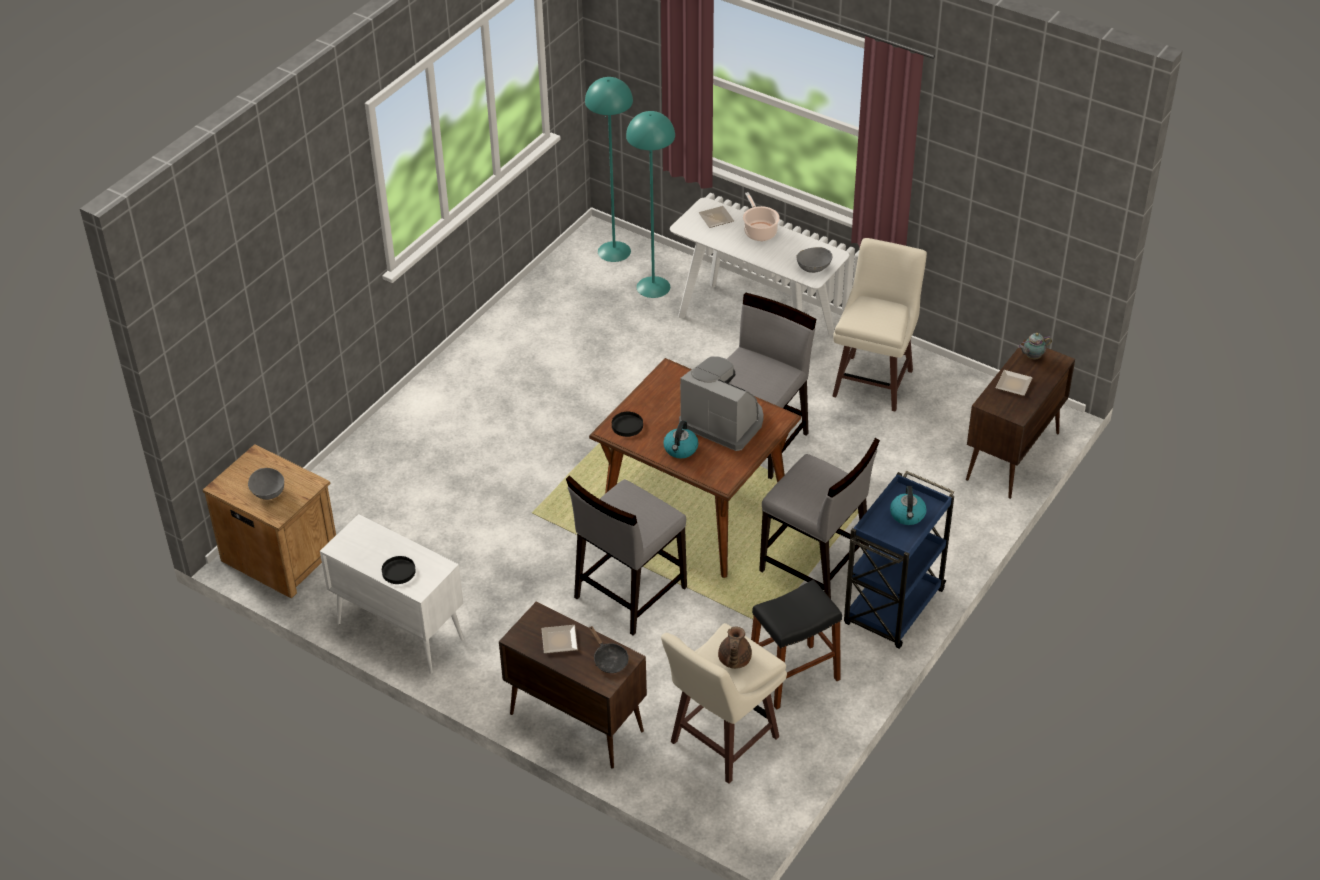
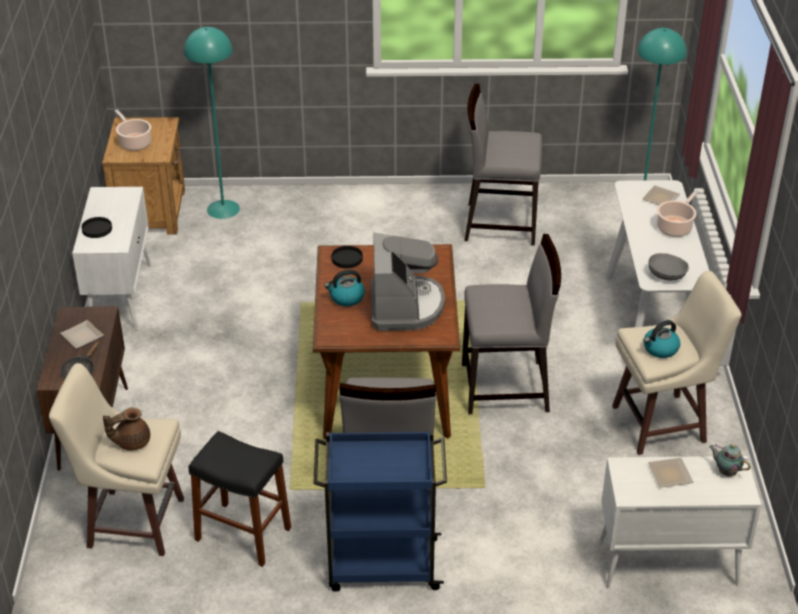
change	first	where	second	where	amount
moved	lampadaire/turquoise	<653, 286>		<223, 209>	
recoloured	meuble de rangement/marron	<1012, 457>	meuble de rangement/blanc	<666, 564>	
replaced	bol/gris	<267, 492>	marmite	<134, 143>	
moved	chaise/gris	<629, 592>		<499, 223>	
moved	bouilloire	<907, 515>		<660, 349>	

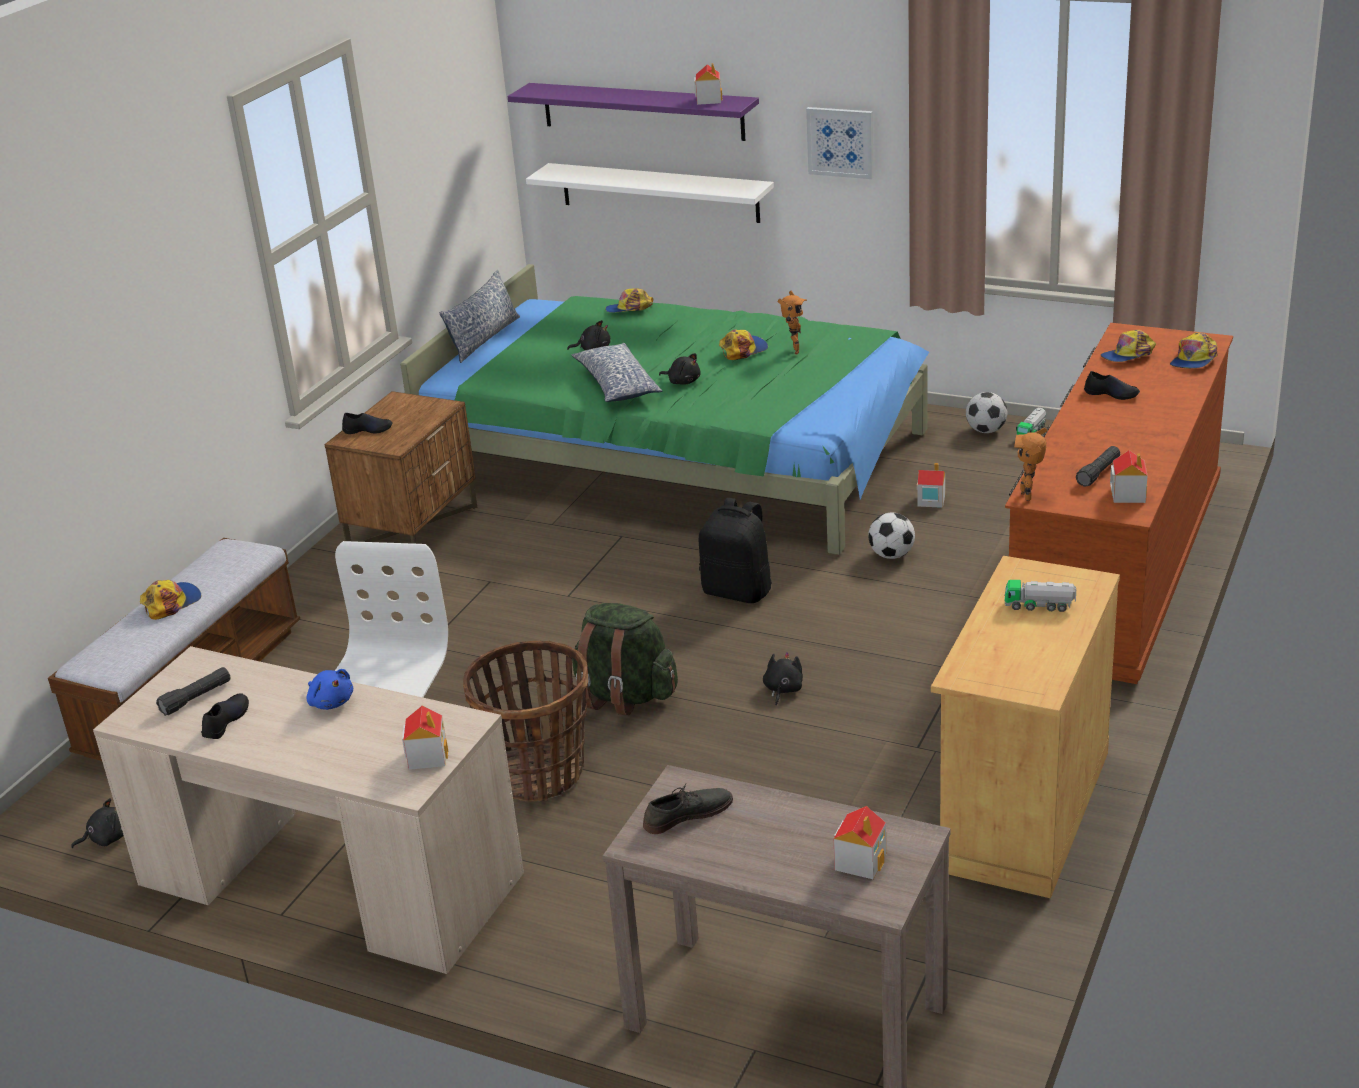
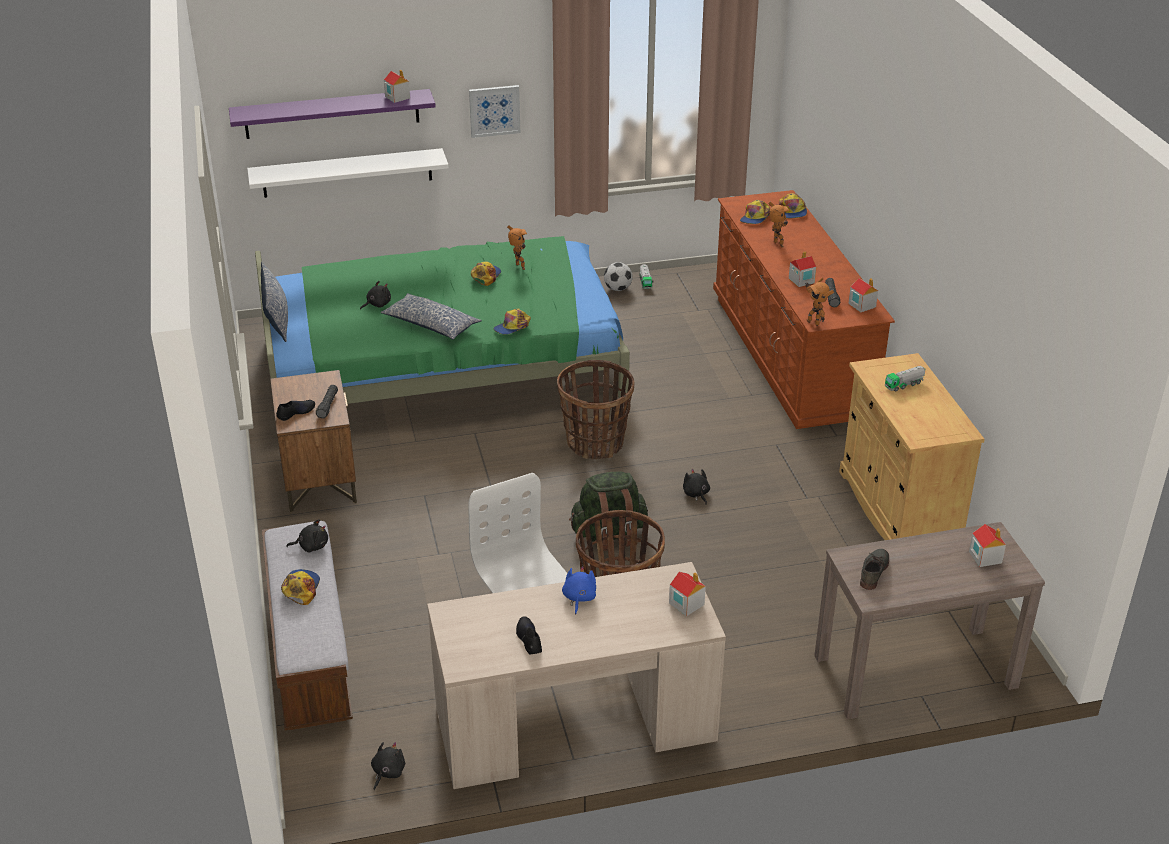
change	first	where	second	where	amount
moved	casquette	<629, 309>		<512, 327>	
moved	peluche/noir	<683, 382>		<311, 546>	
replaced	chaussure/noir	<1111, 394>	robot jouet	<777, 245>	
moved	maison miniature	<930, 500>		<801, 280>	
replaced	sac à dos/noir	<738, 591>	panier	<595, 443>	
removed	ballon de foot	<891, 555>			
moved	lampe de poche/noir	<196, 698>		<328, 406>	
turned	peluche/bleu	<331, 702>		<579, 598>	90 degrees counterclockwise

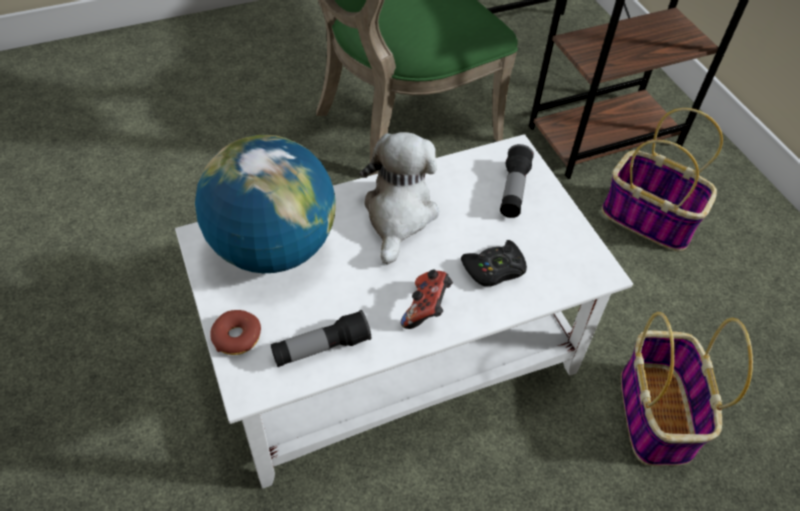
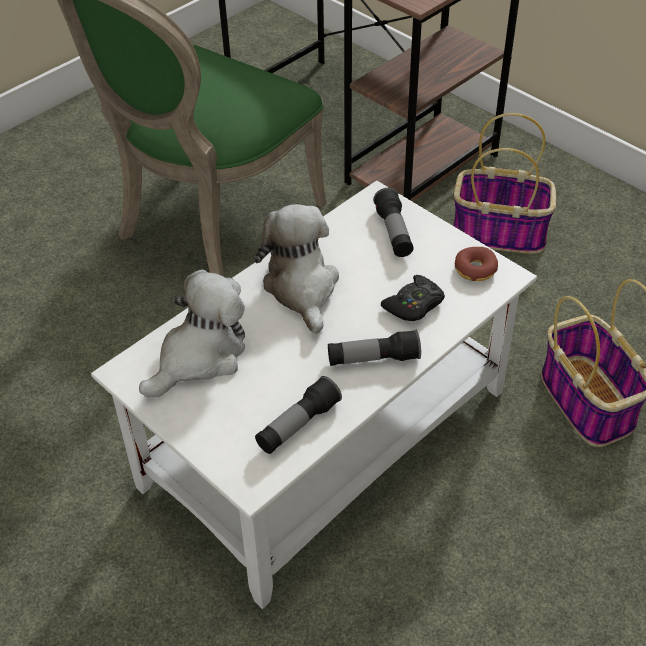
change	first	where	second	where	amount
replaced	globe	<273, 247>	peluche	<200, 356>	
replaced	manette	<426, 309>	lampe de poche	<373, 359>	
moved	beignet	<237, 337>		<475, 269>	

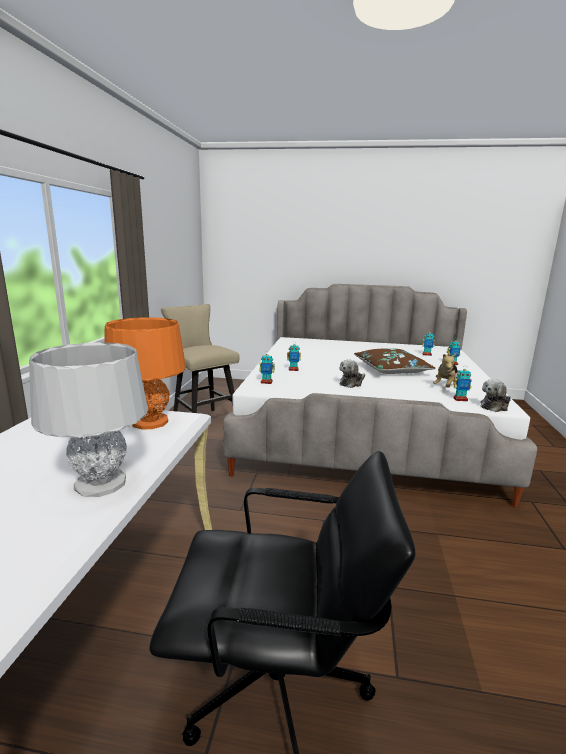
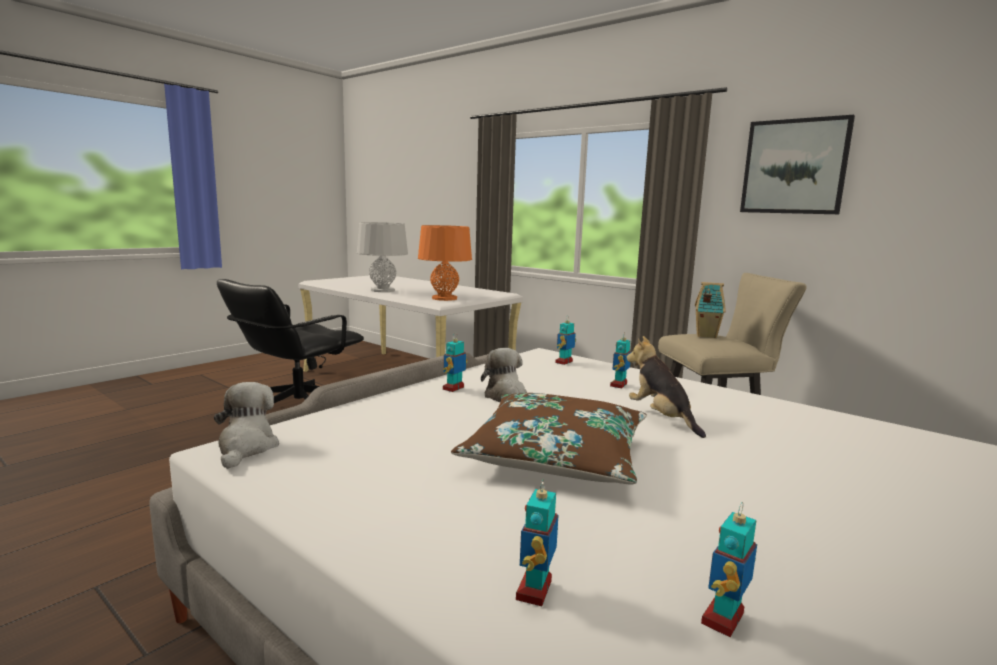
change	first	where	second	where	amount
moved	peluche	<446, 386>		<661, 418>	
moved	robot jouet	<460, 399>		<454, 388>	
added			tableau	<794, 167>	
added			maison miniature	<705, 335>	

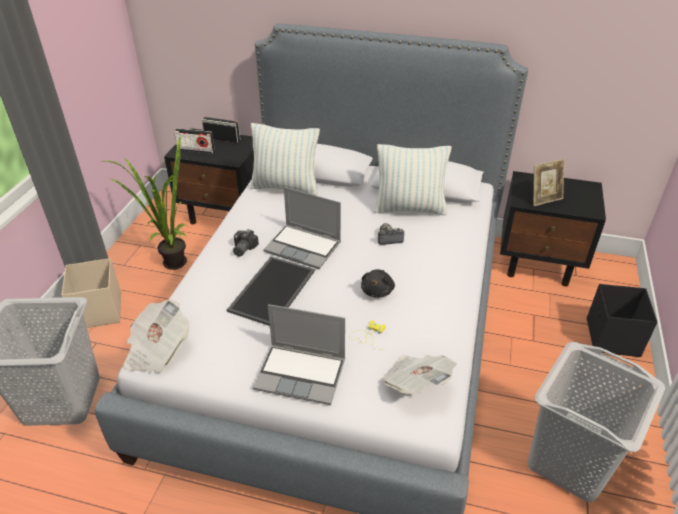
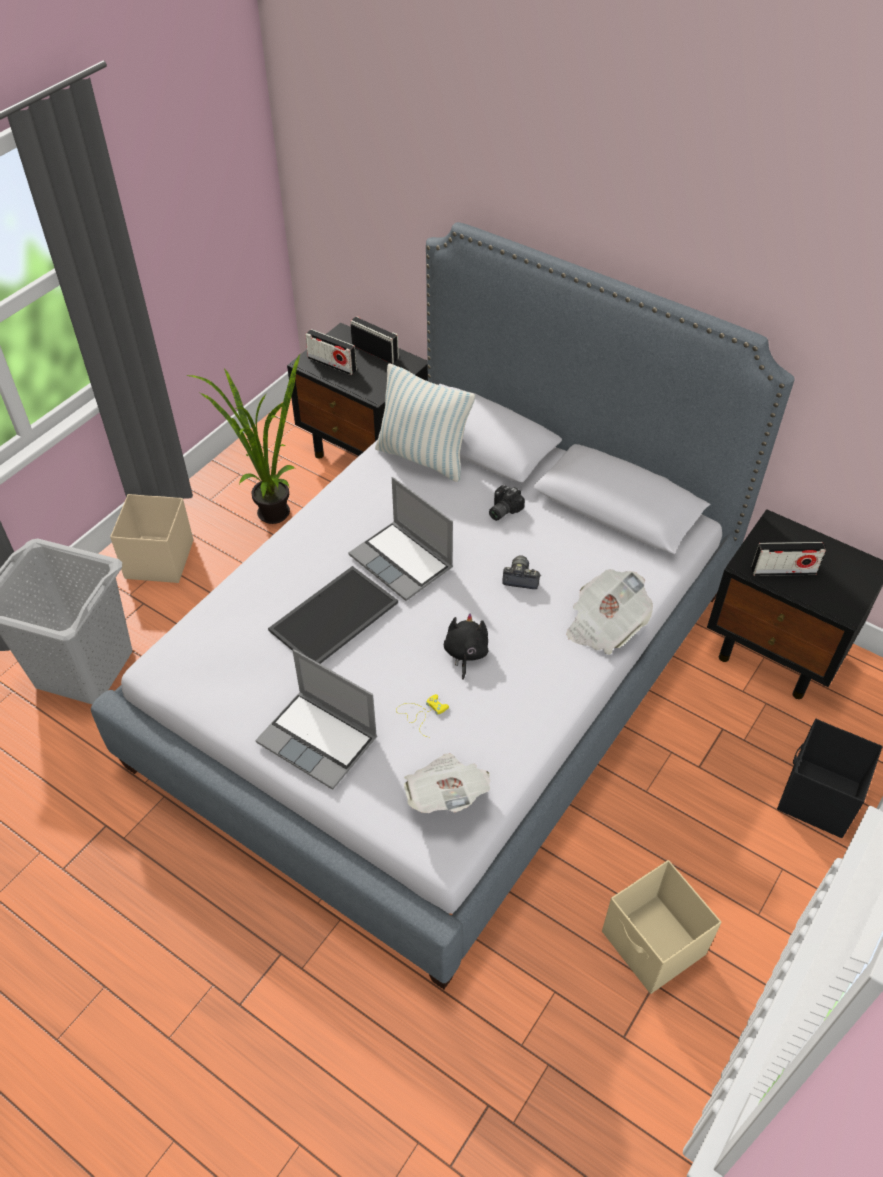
change	first	where	second	where	amount
removed	coussin	<409, 208>			
replaced	cadre photo	<544, 199>	radio	<783, 571>	
moved	appareil photo	<242, 249>		<502, 510>	
turned	peluche/noir	<377, 291>		<465, 653>	150 degrees clockwise
moved	journal	<157, 350>		<604, 625>	
replaced	panier à linge/gris	<571, 461>	boîte de rangement/beige	<653, 945>	

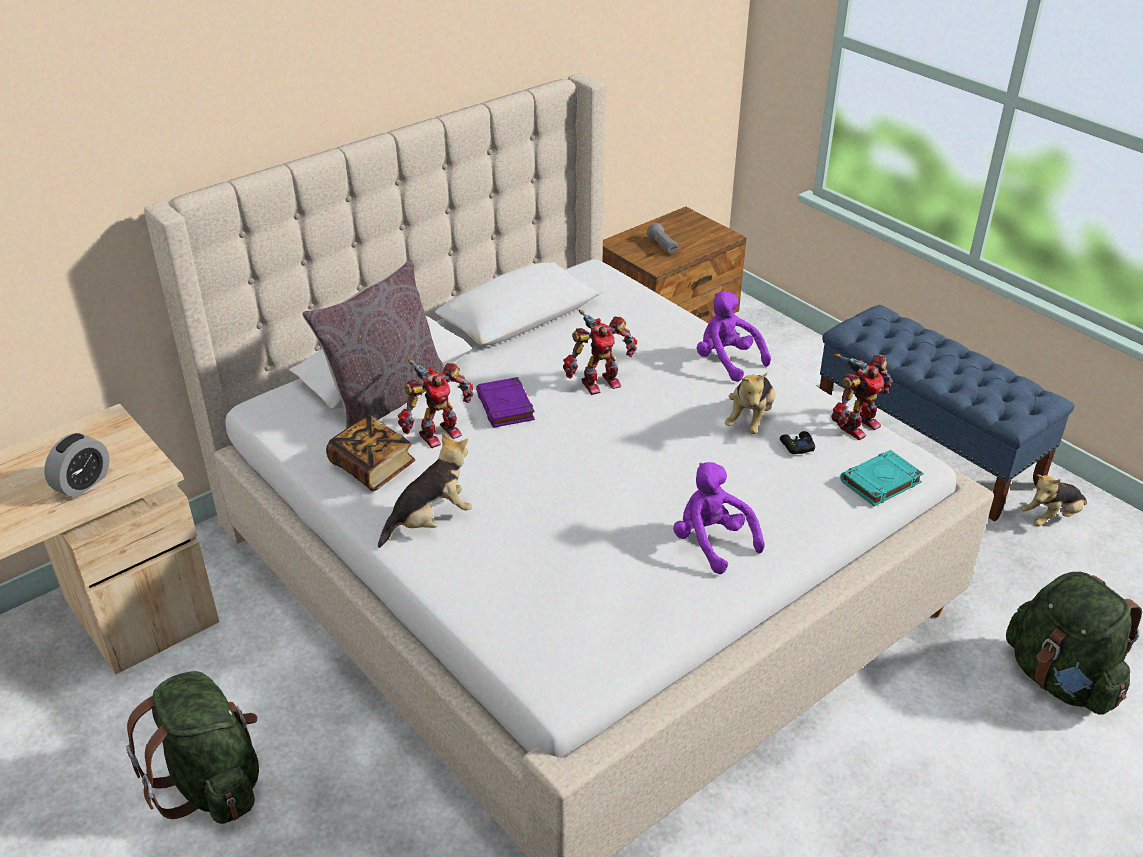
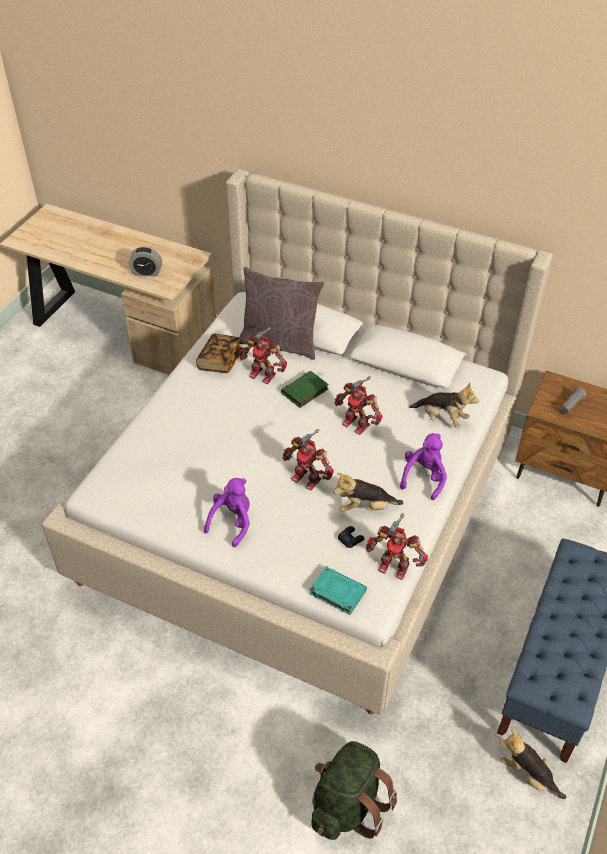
change	first	where	second	where	amount
recoloured	livre/violet	<506, 407>	livre/vert	<304, 391>	
moved	peluche	<430, 521>		<442, 418>	
removed	sac à dos/vert	<212, 782>			
added			robot jouet	<307, 478>	

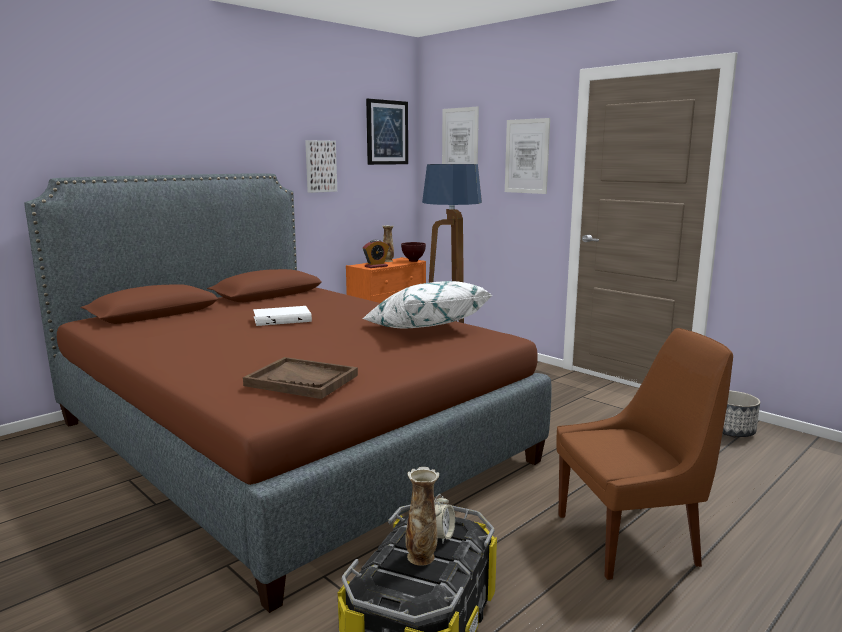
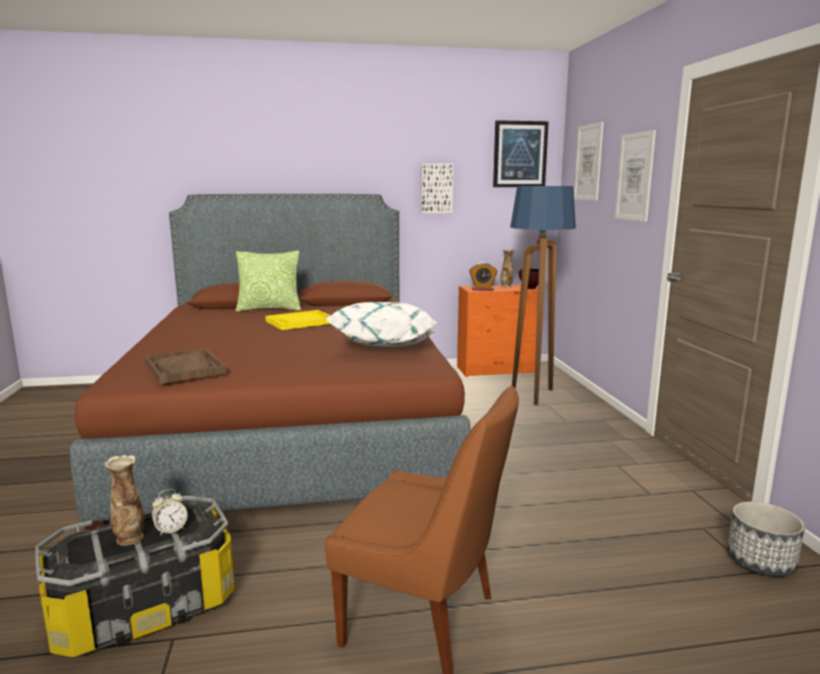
change	first	where	second	where	amount
replaced	livre/blanc	<282, 319>	plateau/jaune	<300, 322>	
added			coussin	<269, 309>	

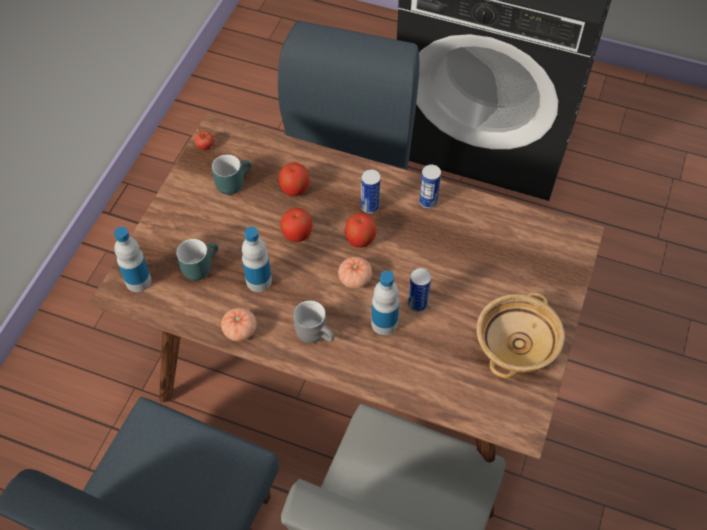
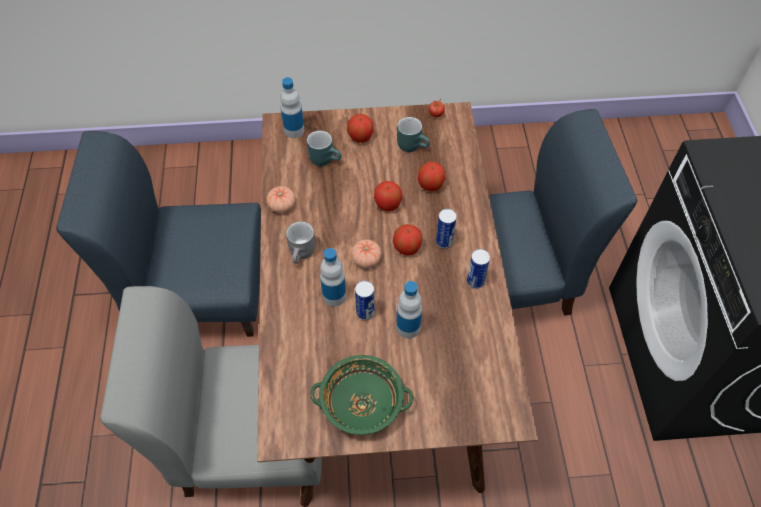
change	first	where	second	where	amount
moved	bouteille	<258, 281>		<408, 327>	
recoloured	bol/beige	<516, 344>	bol/vert	<362, 403>	
added			pomme	<360, 137>	

